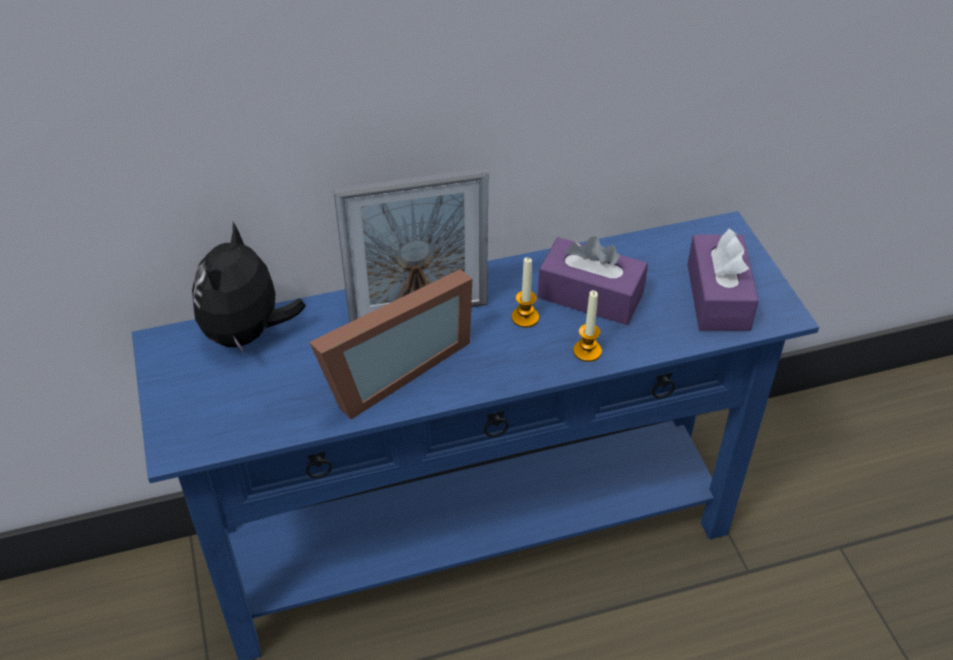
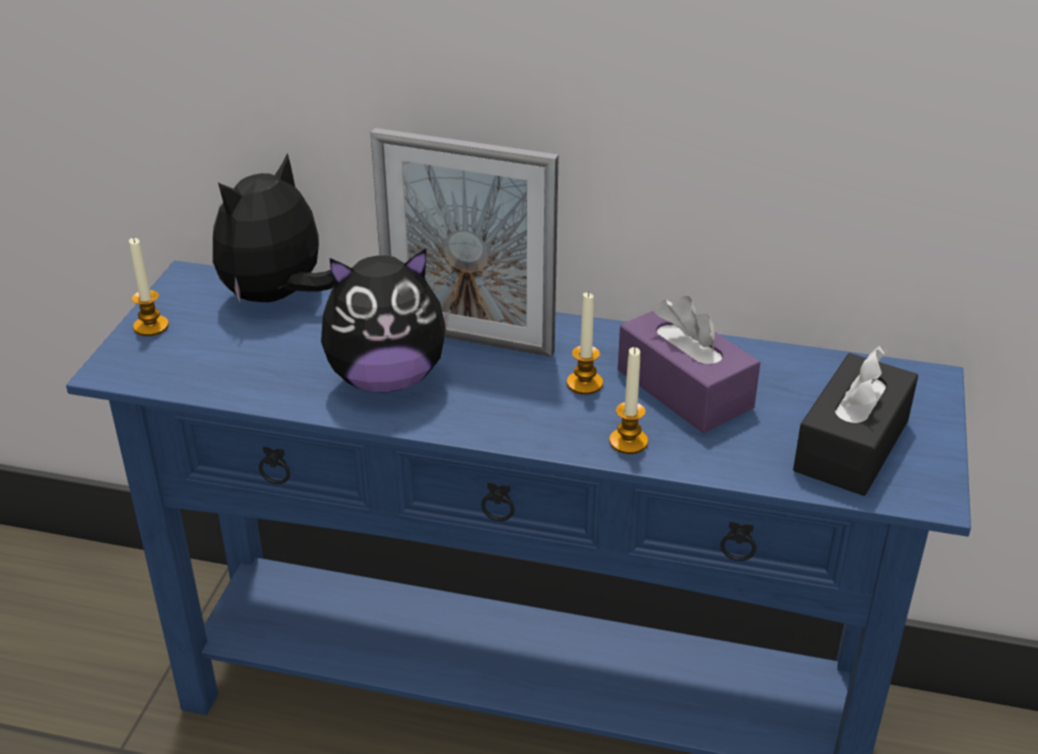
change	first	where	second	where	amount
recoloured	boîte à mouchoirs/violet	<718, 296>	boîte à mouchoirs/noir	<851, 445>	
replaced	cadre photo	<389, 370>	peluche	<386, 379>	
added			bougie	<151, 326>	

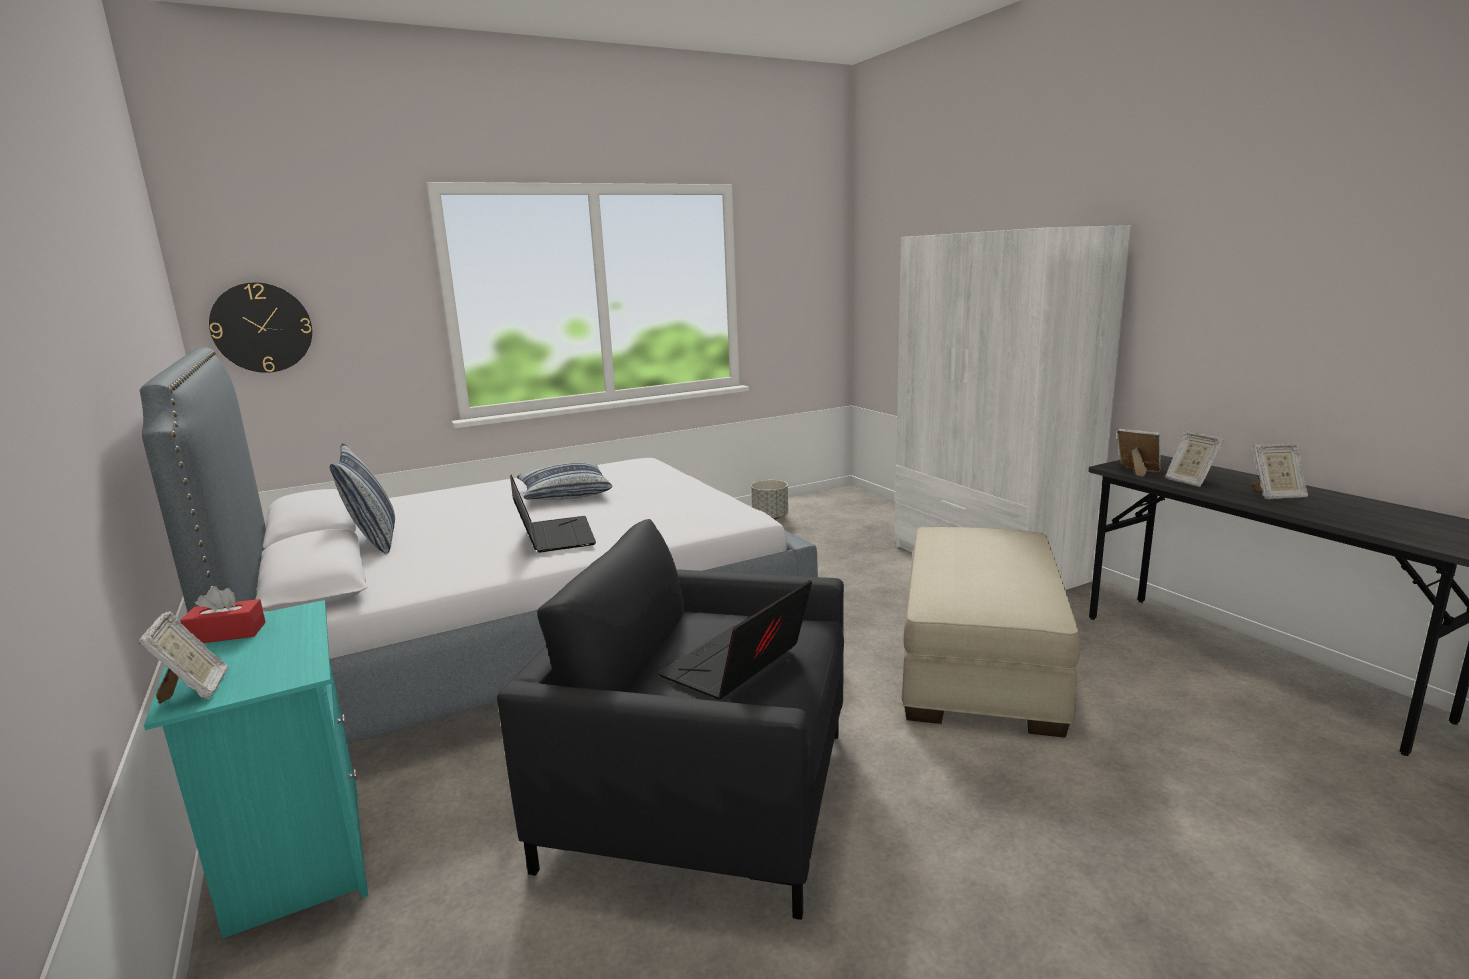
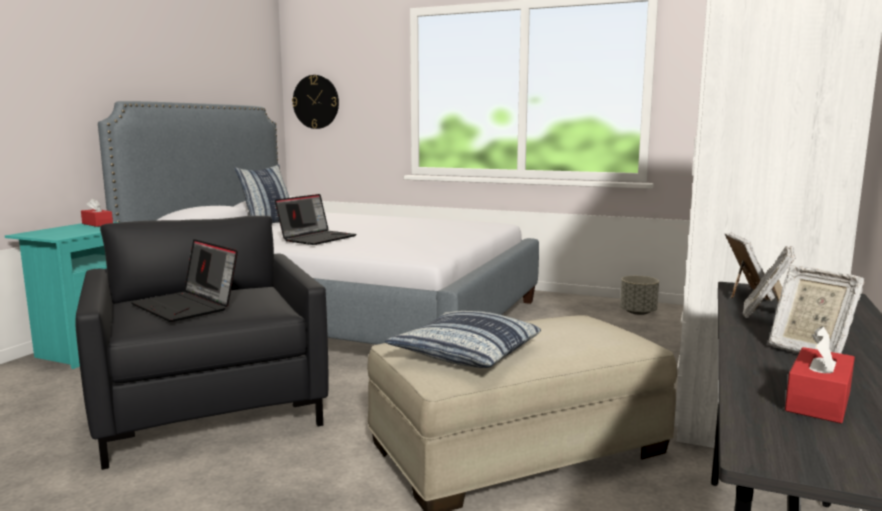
change	first	where	second	where	amount
moved	coussin	<564, 493>		<465, 352>	
turned	ordinateur portable	<736, 667>		<187, 306>	135 degrees counterclockwise
removed	cadre photo	<194, 690>			
added			boîte à mouchoirs/rouge	<818, 401>	

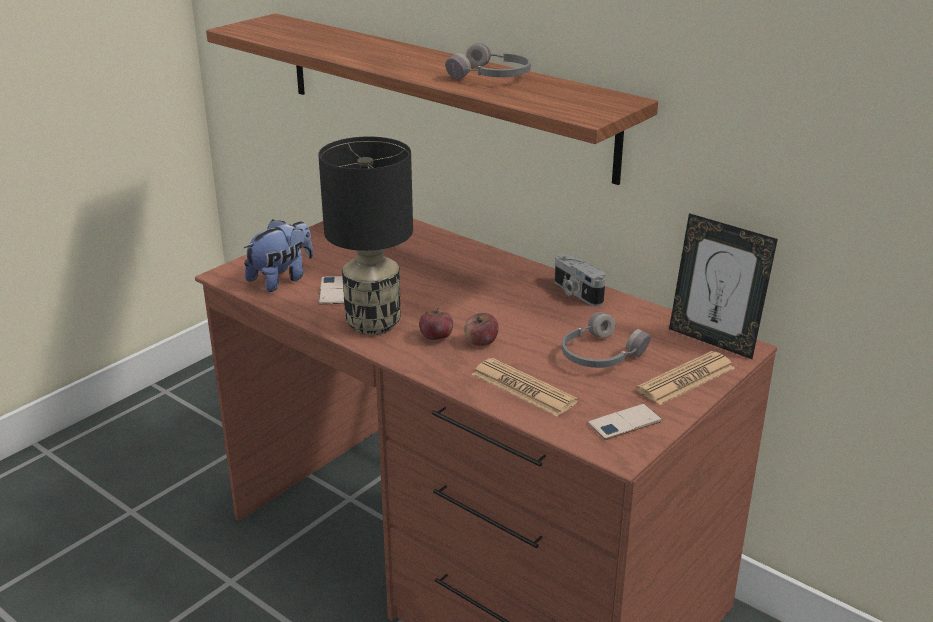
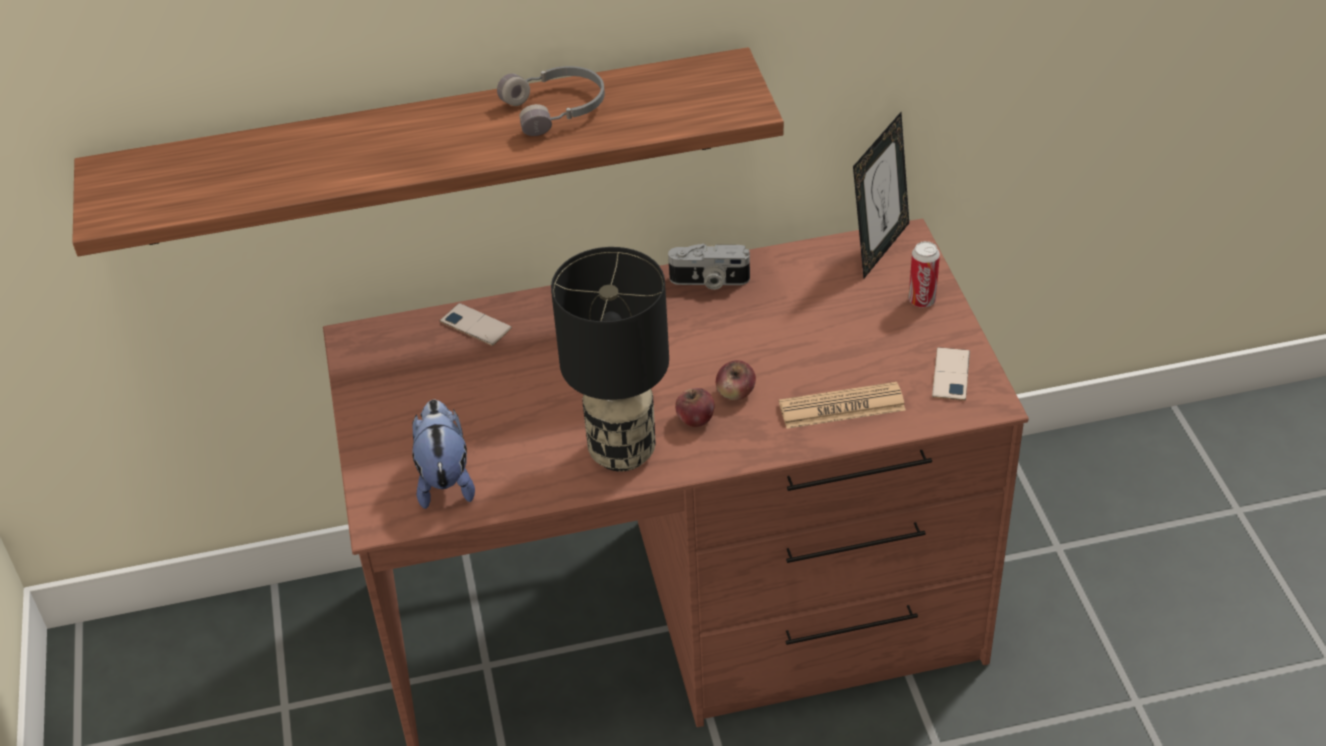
change	first	where	second	where	amount
turned	cadre photo	<713, 340>		<879, 248>	45 degrees counterclockwise
moved	téléphone	<333, 291>		<475, 325>	
removed	casque audio/gris	<599, 355>			
replaced	journal	<686, 379>	boîte métallique	<922, 300>	

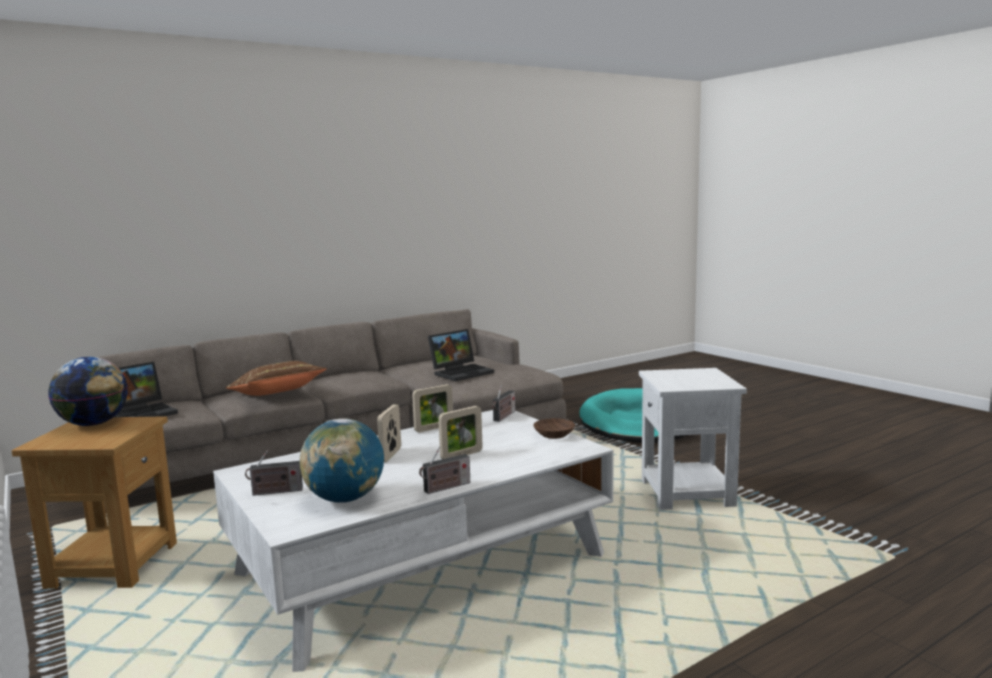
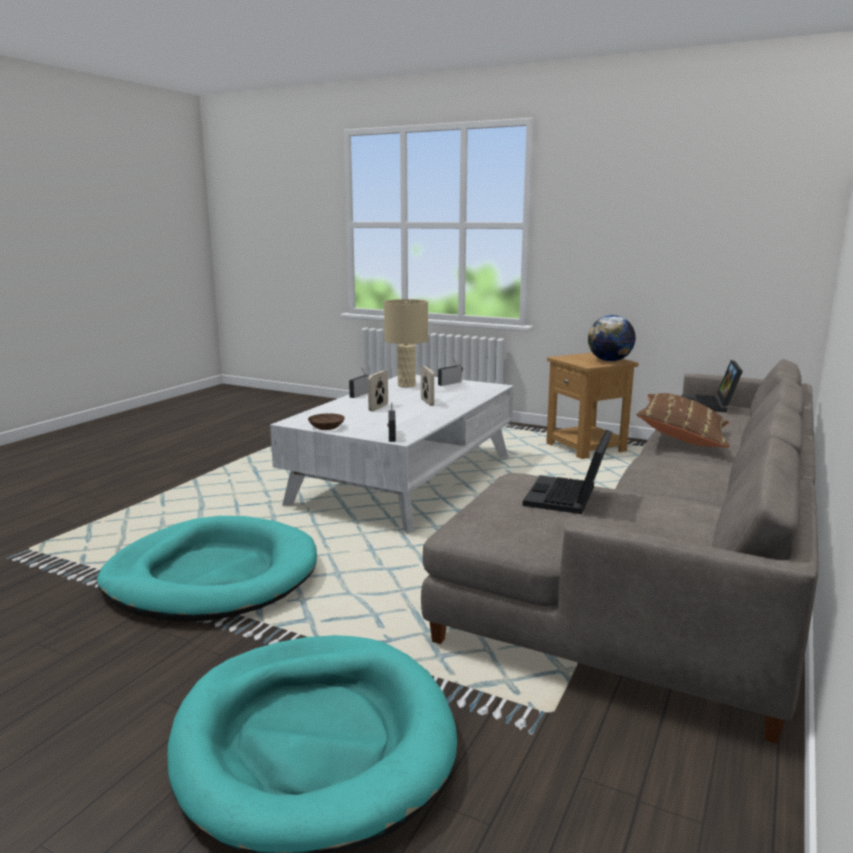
change	first	where	second	where	amount
replaced	table d'appoint/blanc	<687, 494>	panier pour chien/turquoise	<212, 576>	
removed	cadre photo	<434, 428>			
replaced	globe	<345, 499>	lampe de table/beige	<406, 385>	

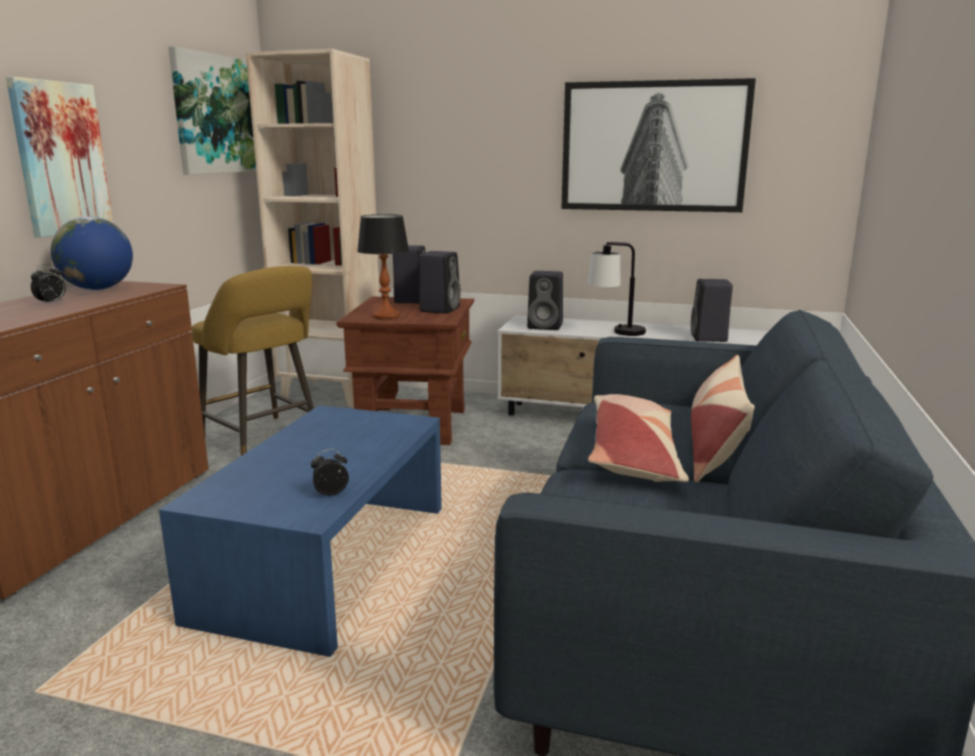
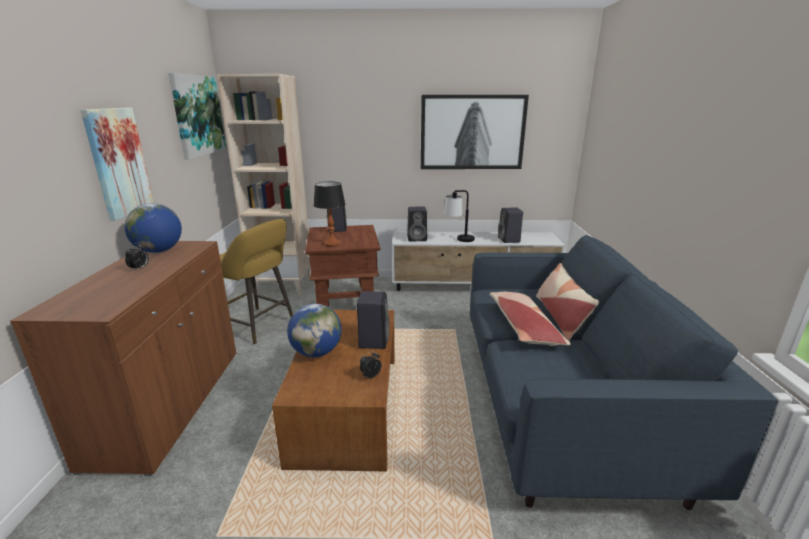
change	first	where	second	where	amount
moved	enceinte/noir	<440, 309>		<373, 340>	
recoloured	table basse/bleu	<328, 561>	table basse/marron	<348, 406>	
added			globe	<316, 352>	

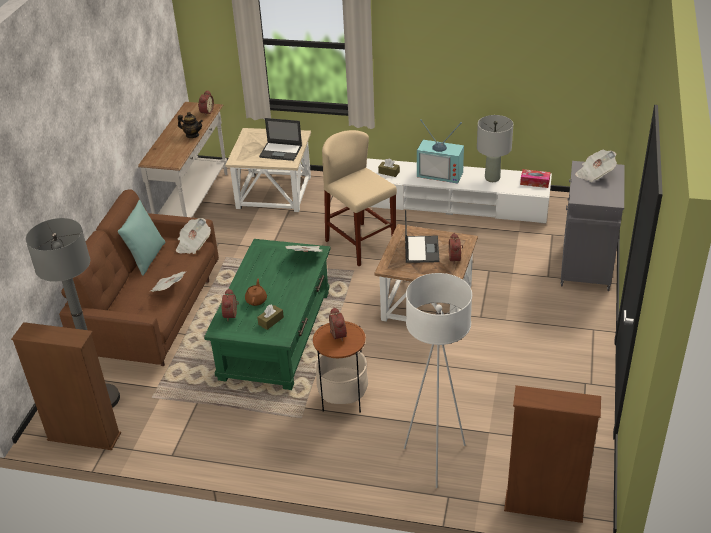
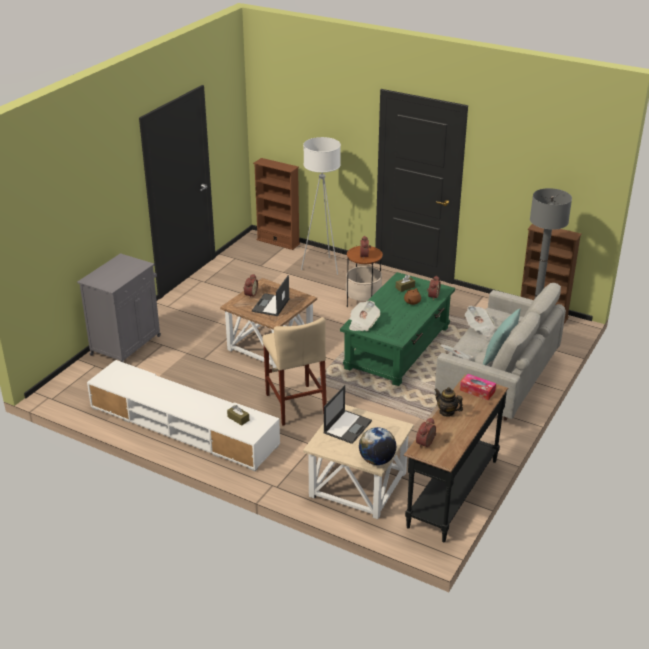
change	first	where	second	where	amount
recoloured	table console/blanc	<194, 203>	table console/noir	<451, 492>	
removed	lampe de table/gris	<492, 178>			
turned	ordinateur portable	<281, 151>		<347, 426>	90 degrees clockwise
removed	téléviseur	<441, 173>			
removed	journal	<594, 174>			
moved	boîte à mouchoirs	<535, 182>		<477, 391>	
recoloured	canapé/marron	<152, 316>	canapé/gris	<497, 381>	
added			globe	<376, 460>	

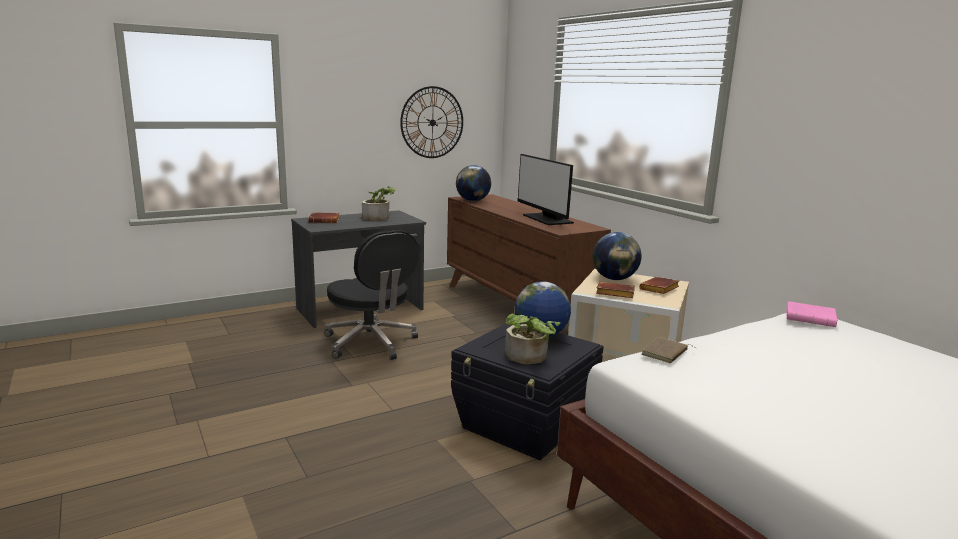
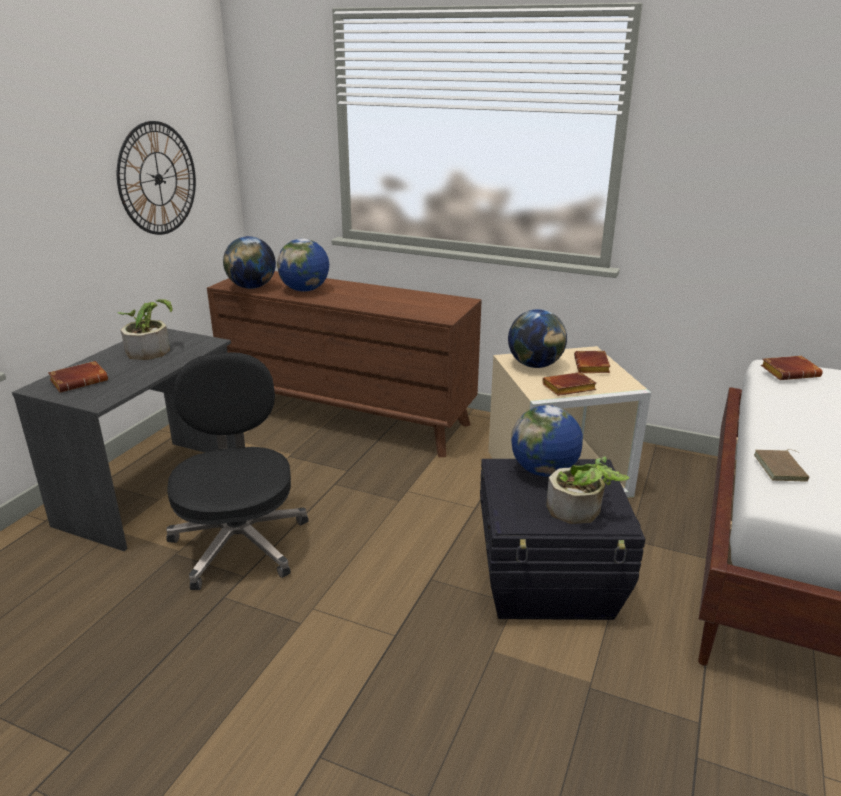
change	first	where	second	where	amount
removed	écran d'ordinateur	<546, 219>			
turned	chaise de bureau/noir	<371, 343>		<240, 542>	120 degrees counterclockwise
recoloured	livre/rose	<811, 319>	livre/marron	<790, 372>	
added			globe	<305, 290>	

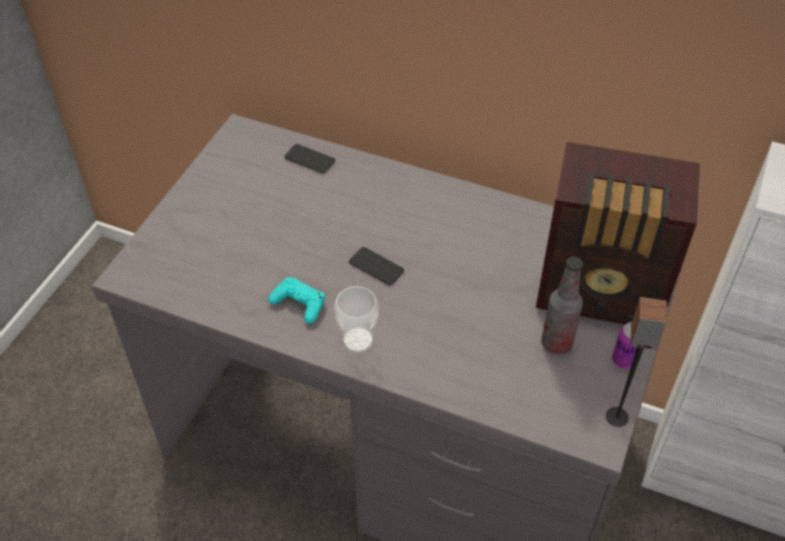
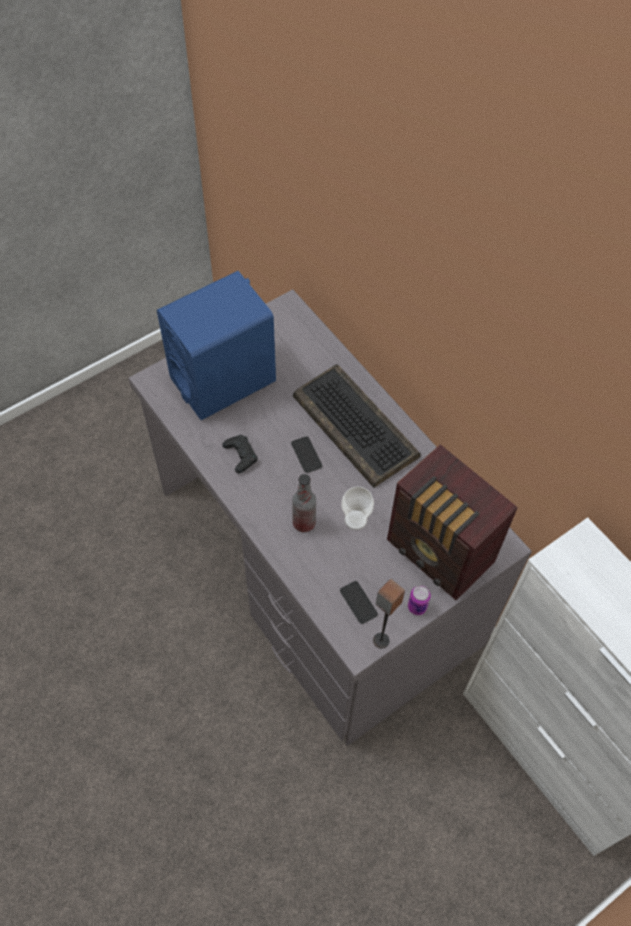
change	first	where	second	where	amount
moved	téléphone	<309, 159>		<358, 602>	
moved	bouteille	<556, 343>		<304, 523>	
recoloured	manette/turquoise	<299, 304>	manette/noir	<241, 455>	
moved	tasse	<357, 340>		<355, 520>	
added			enceinte/bleu	<223, 379>	
added			clavier	<357, 427>	

